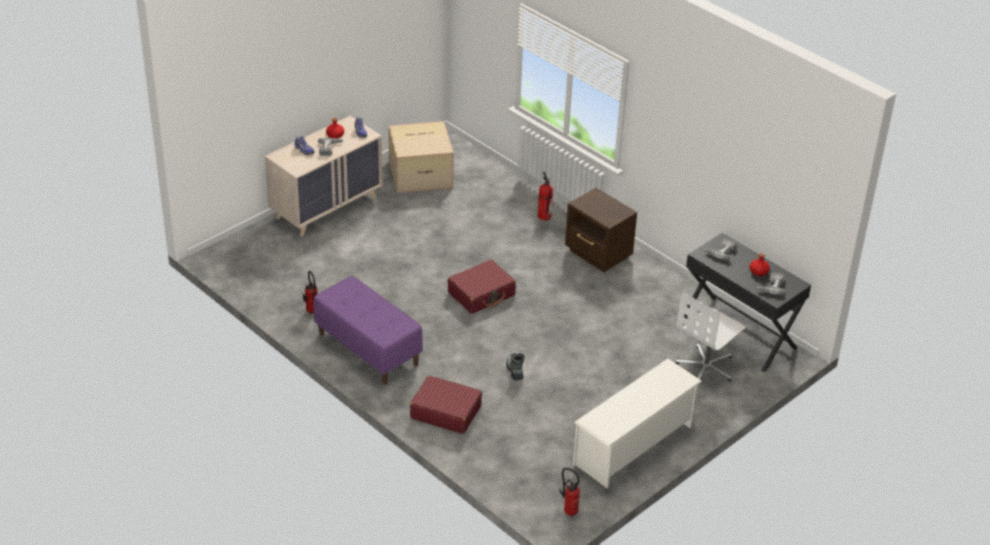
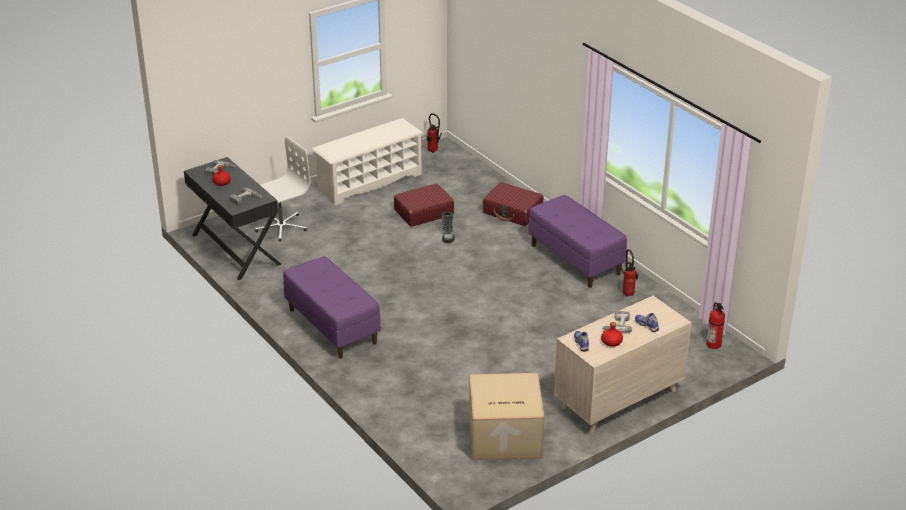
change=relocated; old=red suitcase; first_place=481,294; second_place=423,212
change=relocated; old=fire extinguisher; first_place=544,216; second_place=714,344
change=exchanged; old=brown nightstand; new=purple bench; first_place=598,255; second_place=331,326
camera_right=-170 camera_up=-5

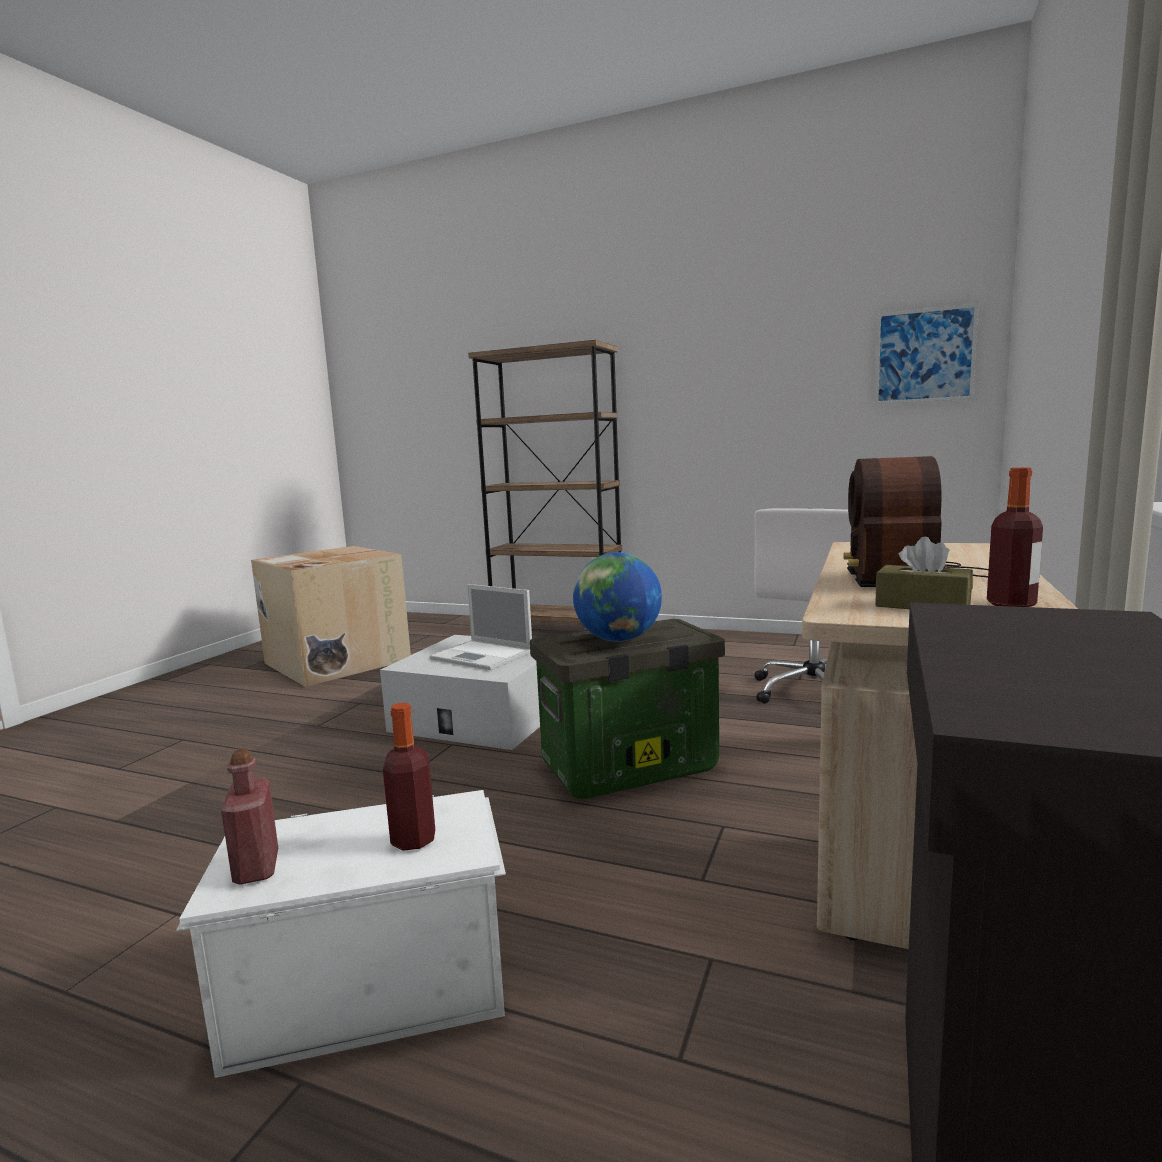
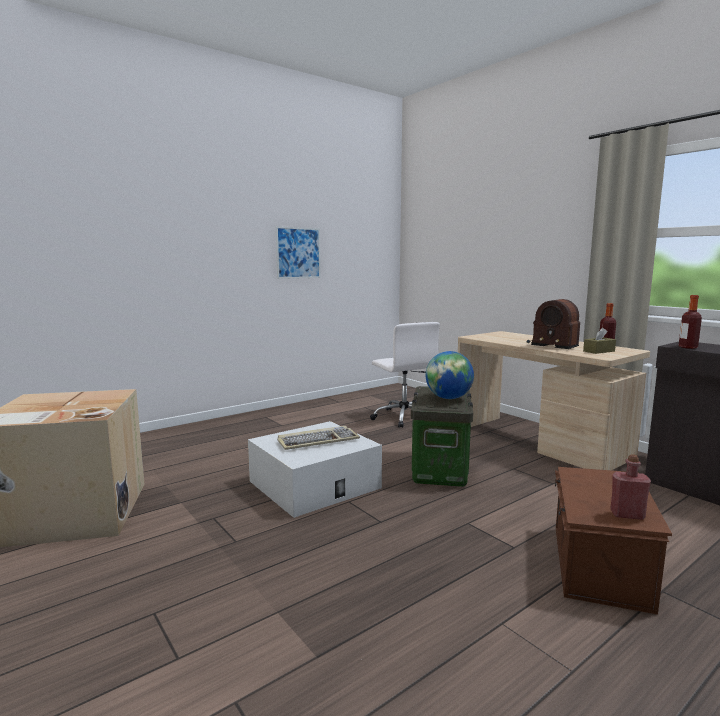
change=missing; old=brown bookcase; first_place=557,630
change=relocated; old=bottle; first_place=413,840; second_place=687,347
change=relocated; old=picture; first_place=924,355; second_place=298,253
change=exchanged; old=laptop; new=keyboard; first_place=483,656; second_place=318,440
change=colour; old=white storage box; new=brown storage box; first_place=369,982; second_place=597,566
camera_right=-60 camera_up=0

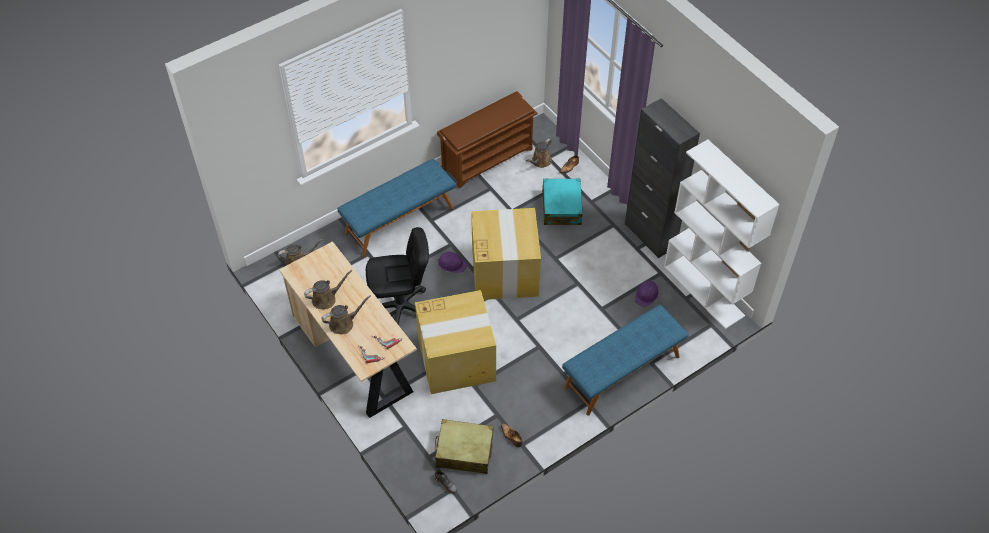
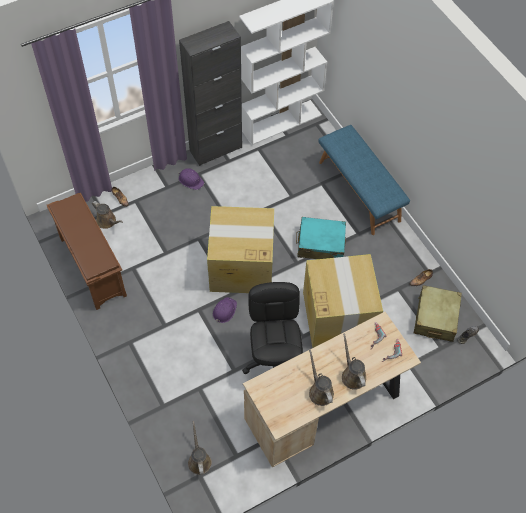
change=missing; old=blue bench; first_place=399,220
change=relocated; old=turquoise suitcase; first_place=561,207; second_place=320,244
change=relocated; old=purple hard hat; first_place=646,294; second_place=191,180
camera_right=-85 camera_up=5

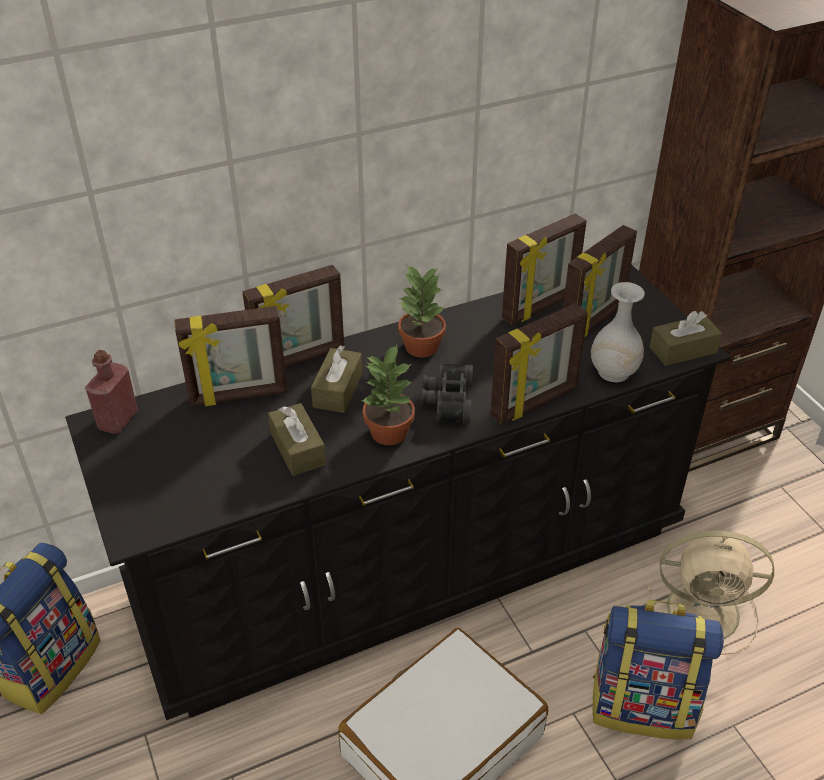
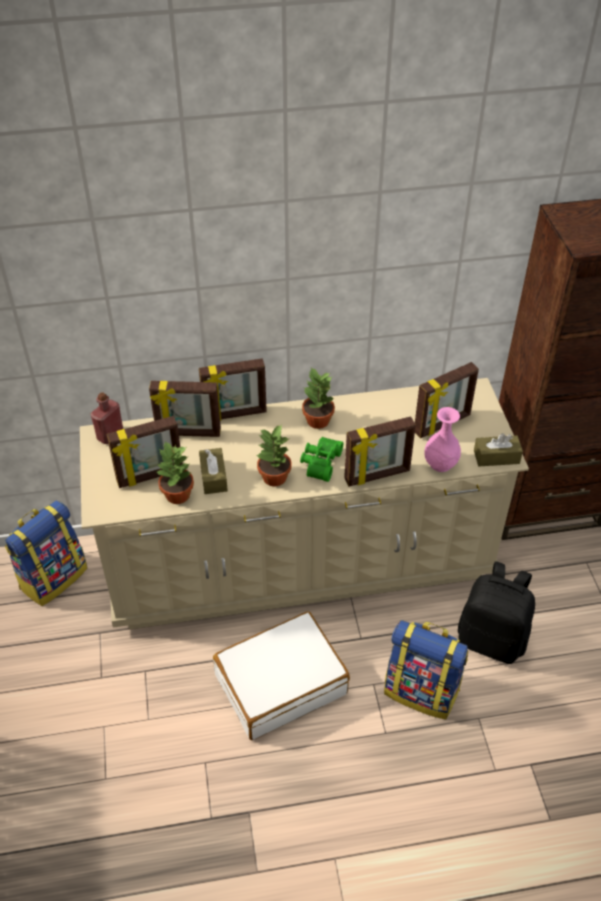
change=missing; old=brown tissue box; first_place=338,390
change=appeared; new=potted plant; second_place=178,495
change=relocated; old=picture frame; first_place=540,307; second_place=150,476
change=exchanged; old=beige fan; new=black backpack; first_place=706,612; second_place=492,639
change=colour; old=black dresser; new=beige dresser; first_place=410,561; second_place=300,559
change=colour; old=black binoculars; new=green binoculars; first_place=446,401; second_place=319,462
change=colour; old=white vase; new=pink vase; first_place=613,372; second_place=440,464
camera_right=15 camera_up=5

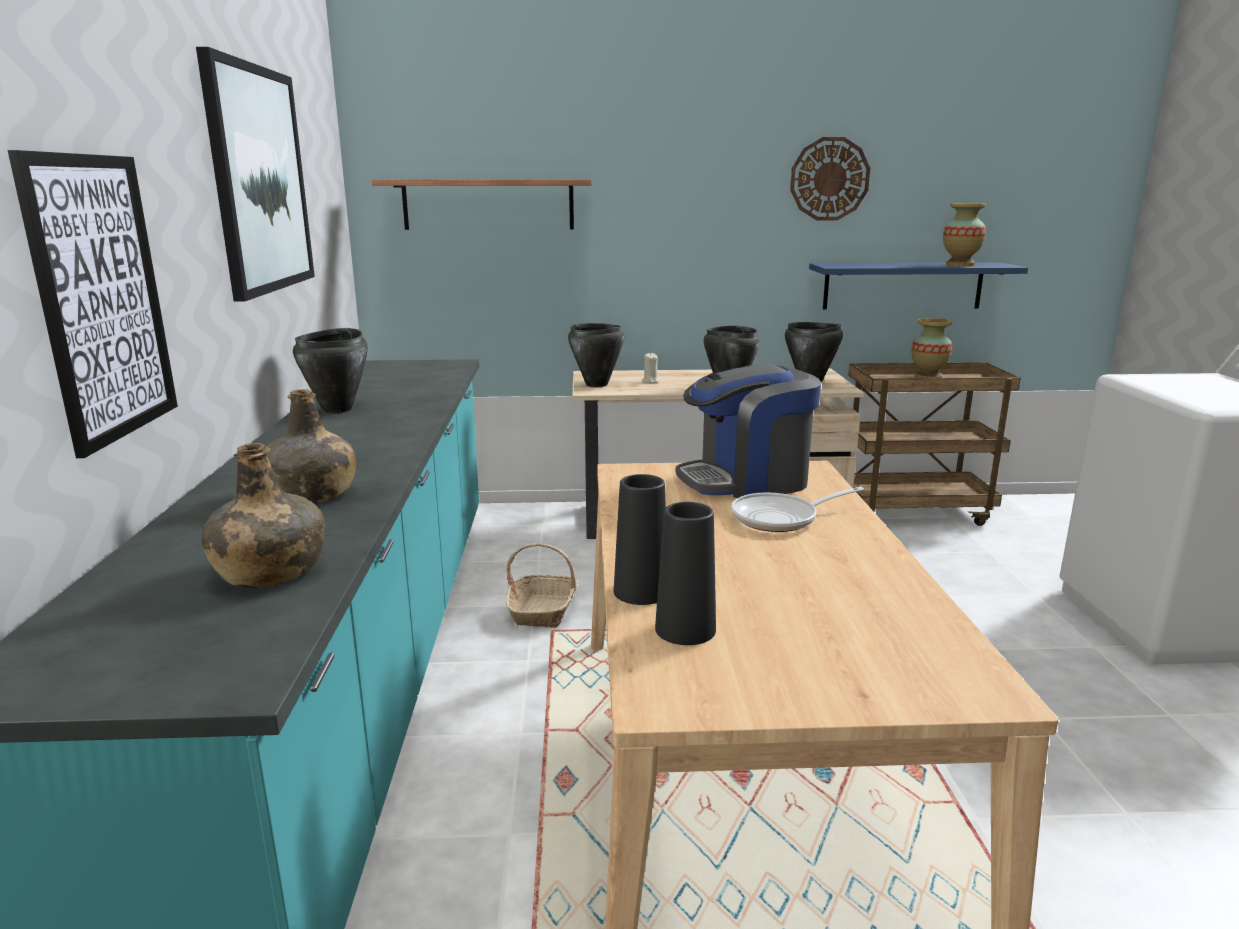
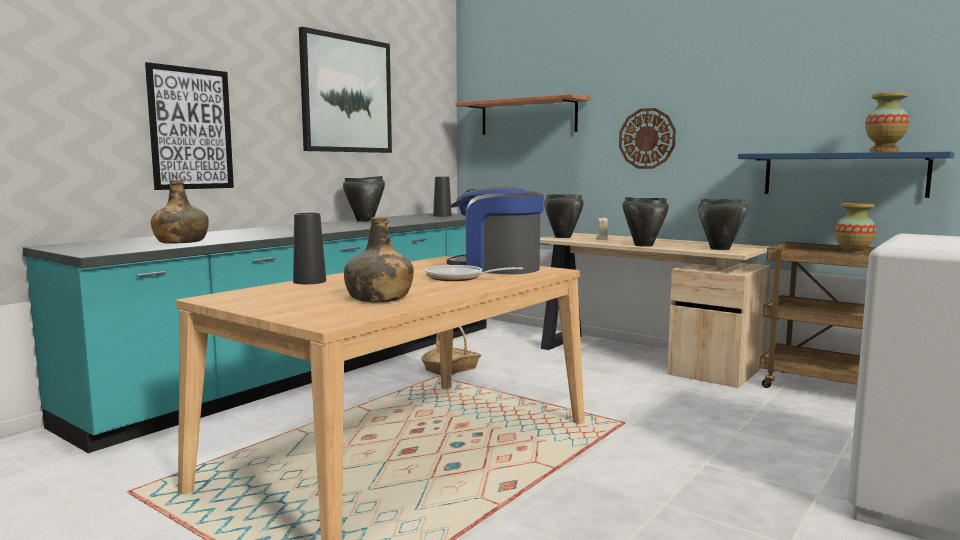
change=relocated; old=green bottle; first_place=312,495; second_place=379,298
change=relocated; old=black vase; first_place=685,629; second_place=442,216
change=relocated; old=wall clock; first_place=829,179; second_place=647,138
camera_right=40 camera_up=-10

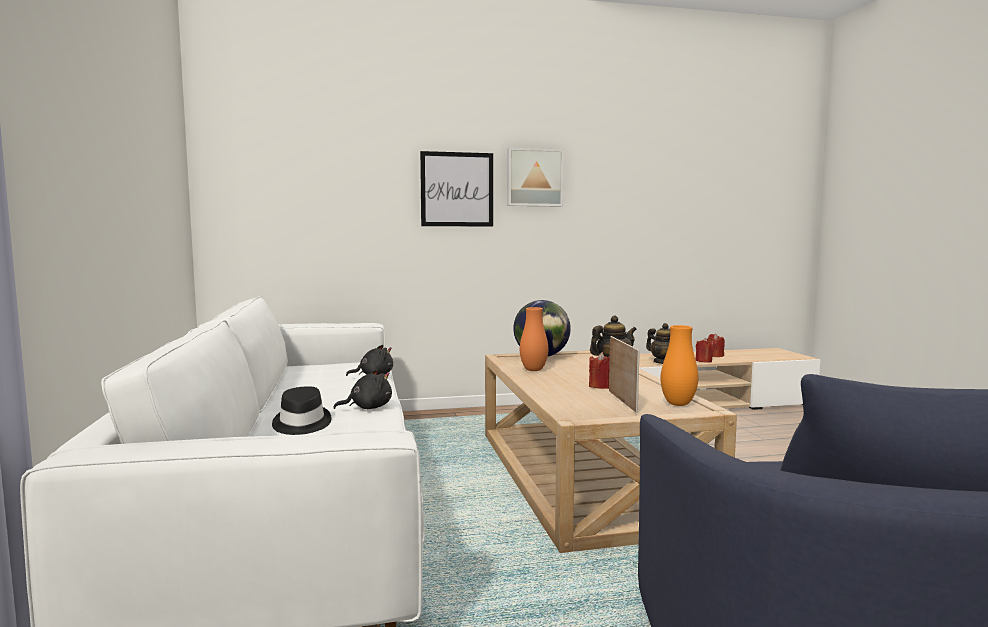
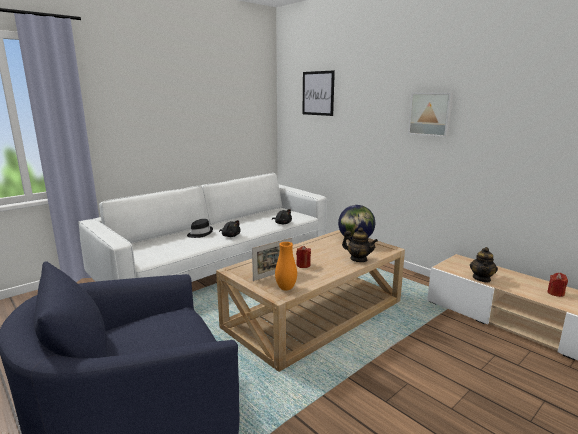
change=missing; old=orange vase; first_place=533,370
change=missing; old=red candle; first_place=703,361
change=relocated; old=picture; first_place=457,189; second_place=318,93
camera_right=60 camera_up=10

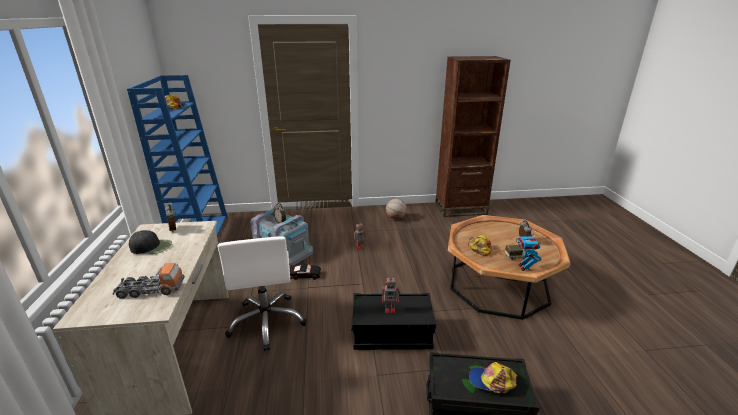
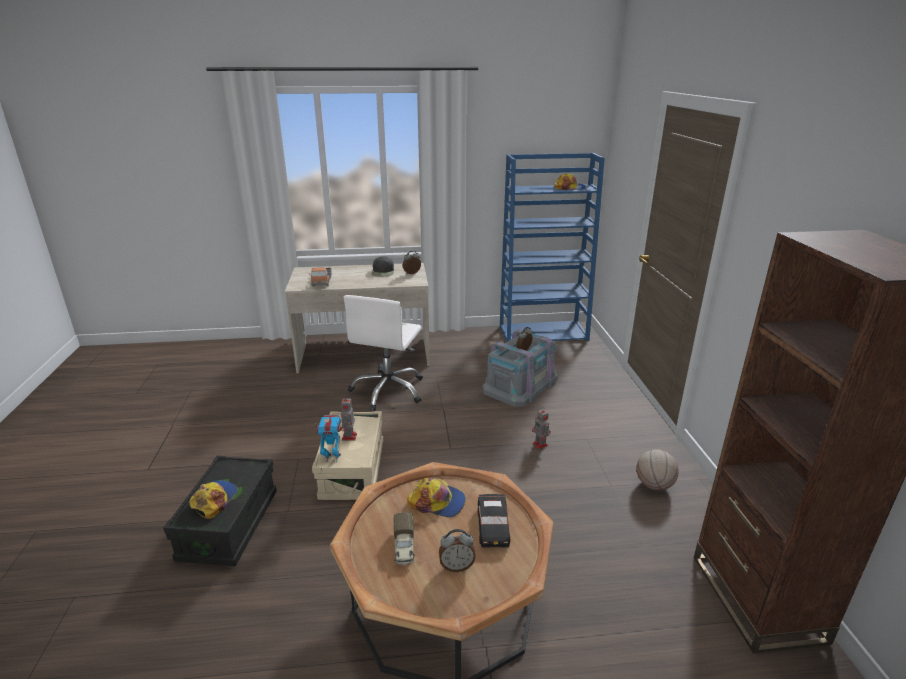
change=relocated; old=black toy car; first_place=305,275; second_place=493,527
change=relocated; old=toy robot; first_place=524,267; second_place=332,458
change=colour; old=black storage box; new=beige storage box; first_place=392,334; second_place=352,470
change=spun; old=white office chair; first_place=267,322; second_place=388,390; degrees=-60
camera_right=90 camera_up=0

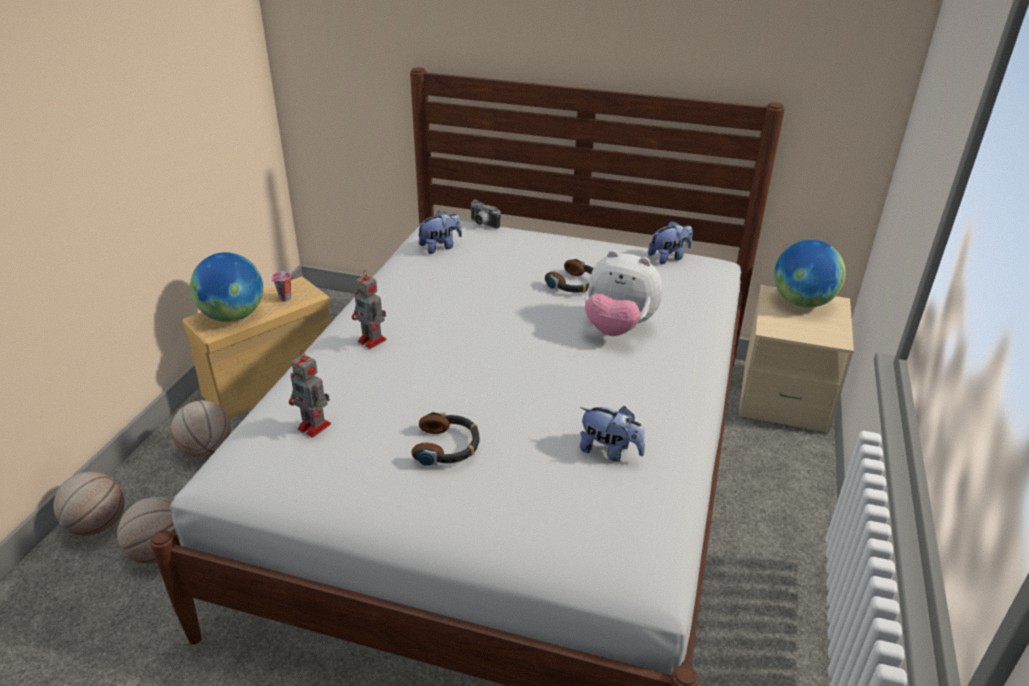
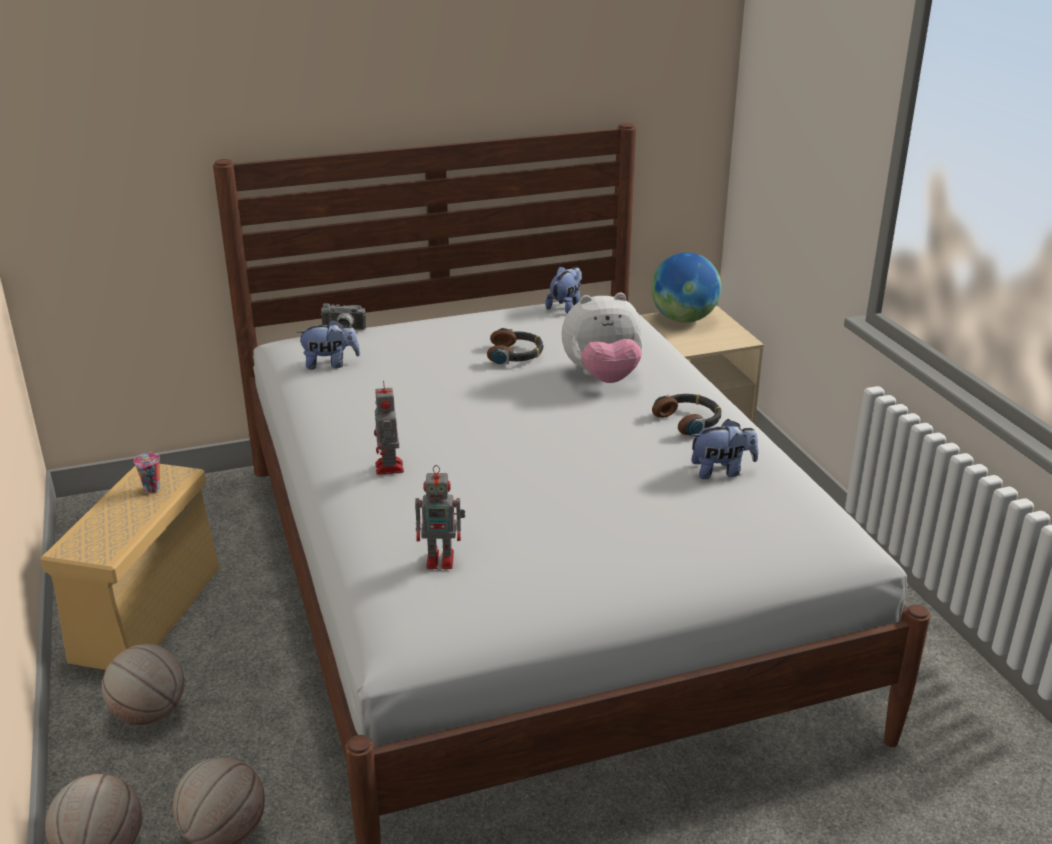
change=missing; old=globe; first_place=232,316
change=relocated; old=headphones; first_place=447,446; second_place=689,420
change=spun; old=toy robot; first_place=373,341; second_place=389,468; degrees=75
change=spun; old=plush toy; first_place=440,247; second_place=330,364; degrees=60
camera_right=-35 camera_up=-5

